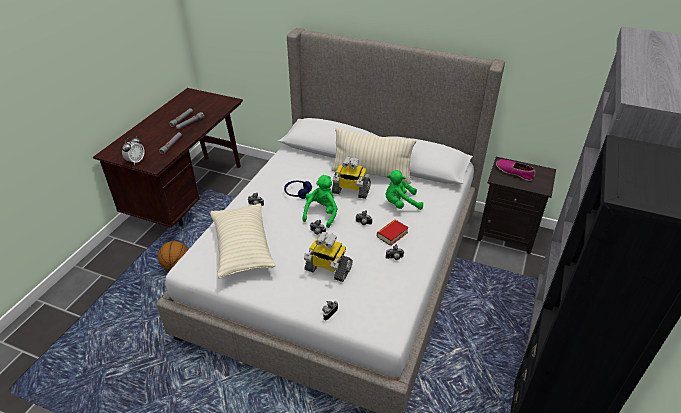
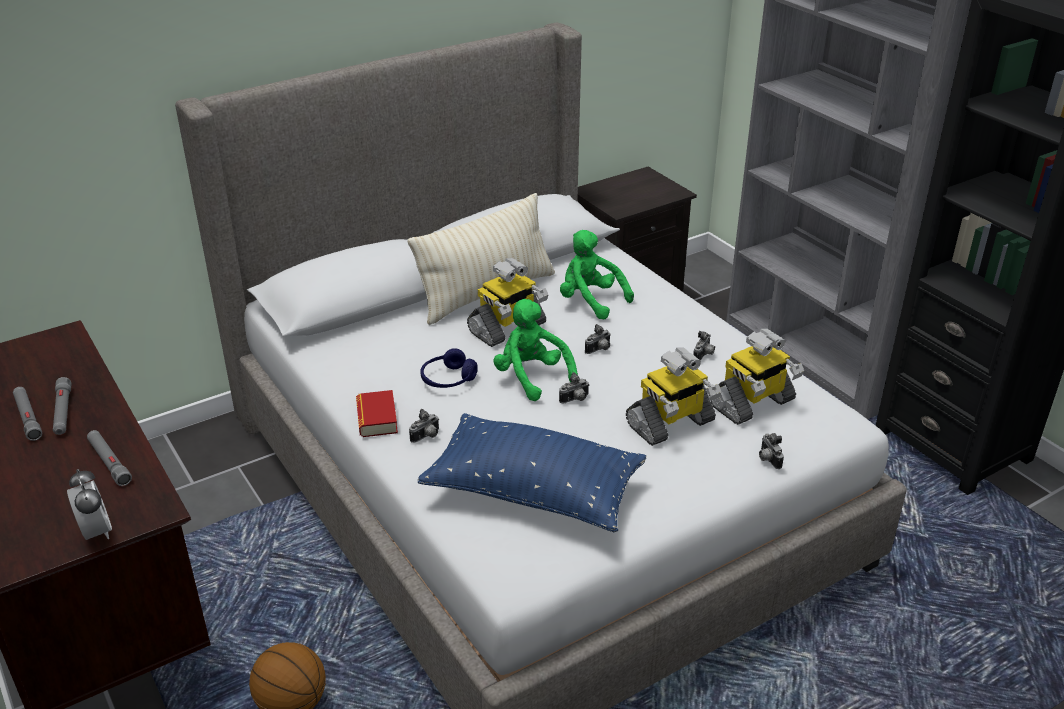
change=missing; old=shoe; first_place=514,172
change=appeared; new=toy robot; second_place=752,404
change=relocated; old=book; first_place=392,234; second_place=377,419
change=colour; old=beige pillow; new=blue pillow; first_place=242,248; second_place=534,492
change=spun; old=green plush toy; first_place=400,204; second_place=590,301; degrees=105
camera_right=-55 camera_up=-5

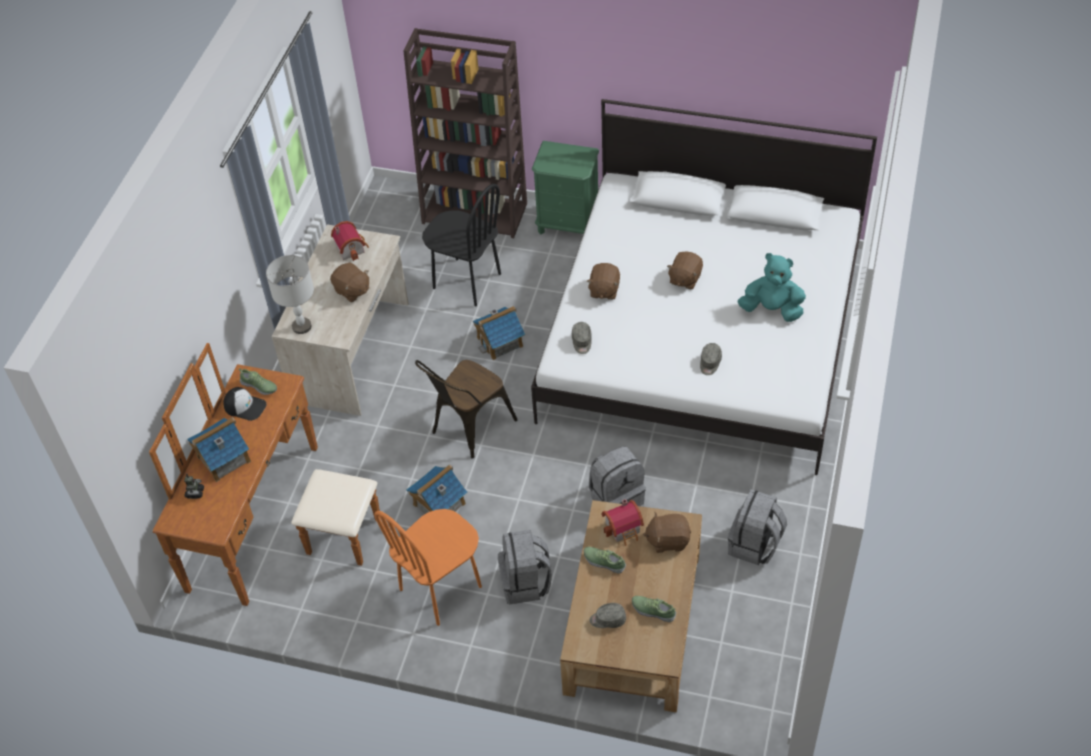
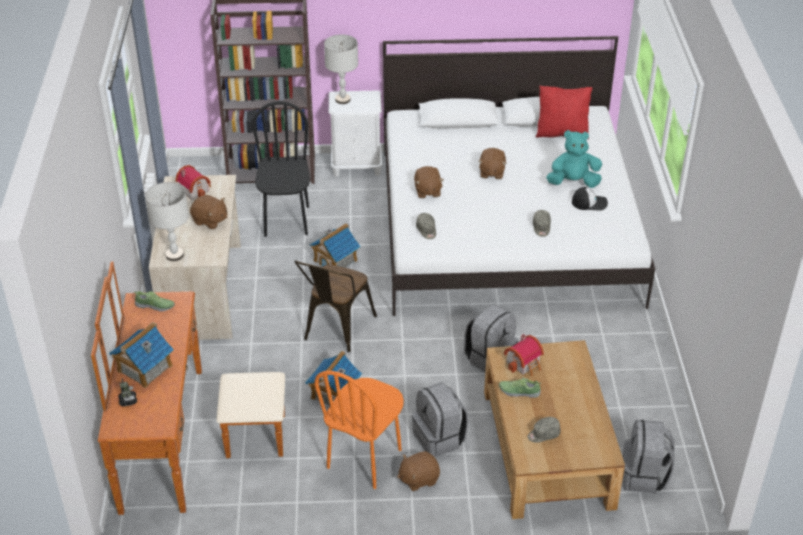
change=missing; old=shoe; first_place=653,610
change=appeared; new=grey table lamp; second_place=343,100
change=appeared; new=red pillow; second_place=561,133
change=relocated; old=cap; first_place=245,406; second_place=589,202
change=relocated; old=brown plush toy; first_place=668,540; second_place=418,479
change=relocated; old=grey backpack; first_place=754,545; second_place=644,476
change=colour; old=green nightstand; new=white nightstand; first_place=568,224; second_place=357,166
change=spun; old=black chair; first_place=466,281; second_place=286,221; degrees=-105
camera_right=-20 camera_up=-10

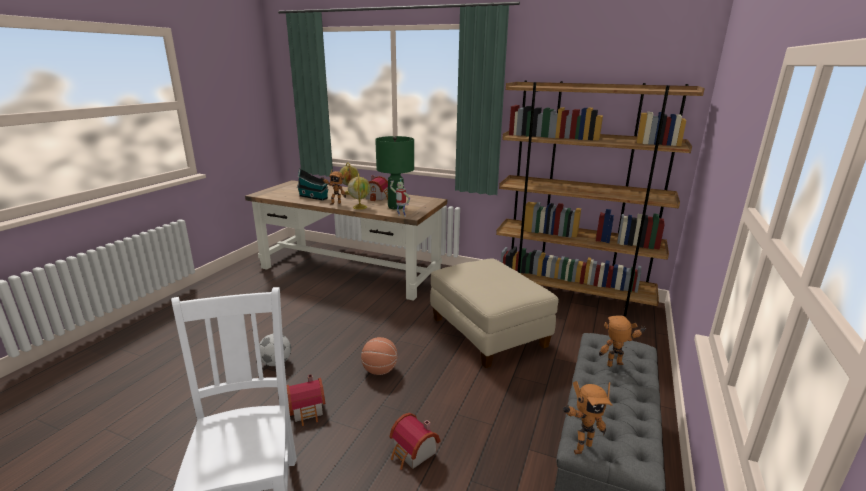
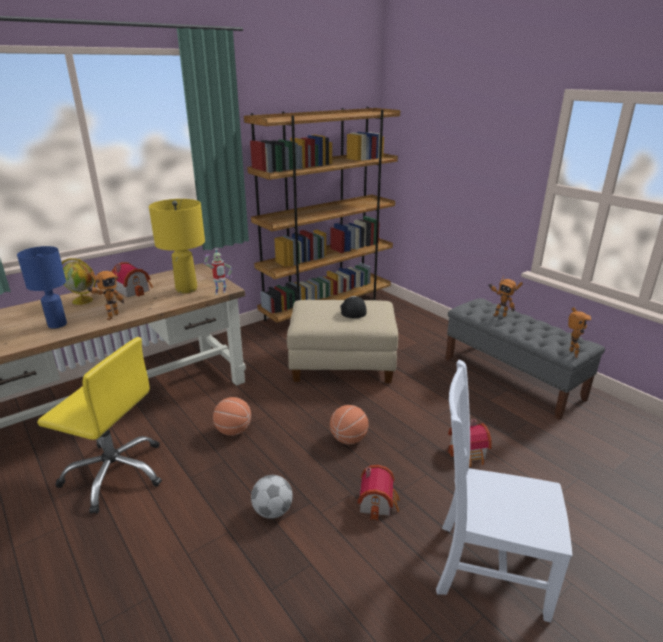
change=missing; old=globe; first_place=359,207
change=appeared; new=yellow office chair; second_place=115,473
change=appeared; new=basketball; second_place=233,430
change=appeared; new=cap; second_place=352,310
change=exchanged; old=toy house; new=blue table lamp; first_place=314,197; second_place=57,325
change=colour; old=green table lamp; new=yellow table lamp; first_place=395,207; second_place=186,289
change=spun; old=toy robot; first_place=616,366; second_place=499,315; degrees=-90
camera_right=-60 camera_up=5

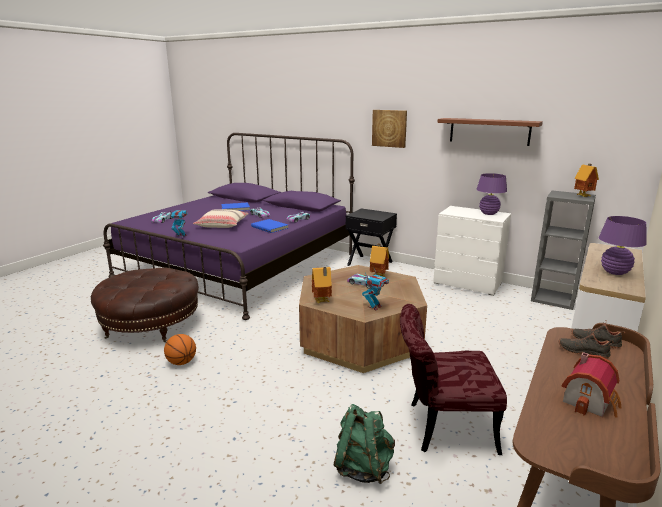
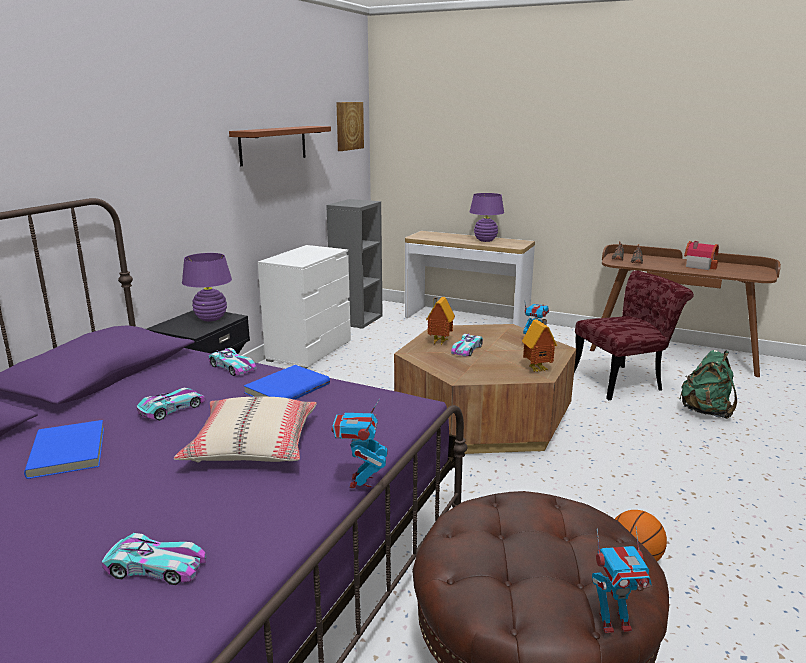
change=missing; old=toy house; first_place=583,196
change=appeared; new=toy robot; second_place=614,622
change=relocated; old=picture; first_place=389,128; second_place=348,126
change=relocated; old=purple table lamp; first_place=489,213; second_place=211,318
change=spun; old=red chair; first_place=441,427; second_place=623,381; degrees=-105
camera_right=-95 camera_up=0

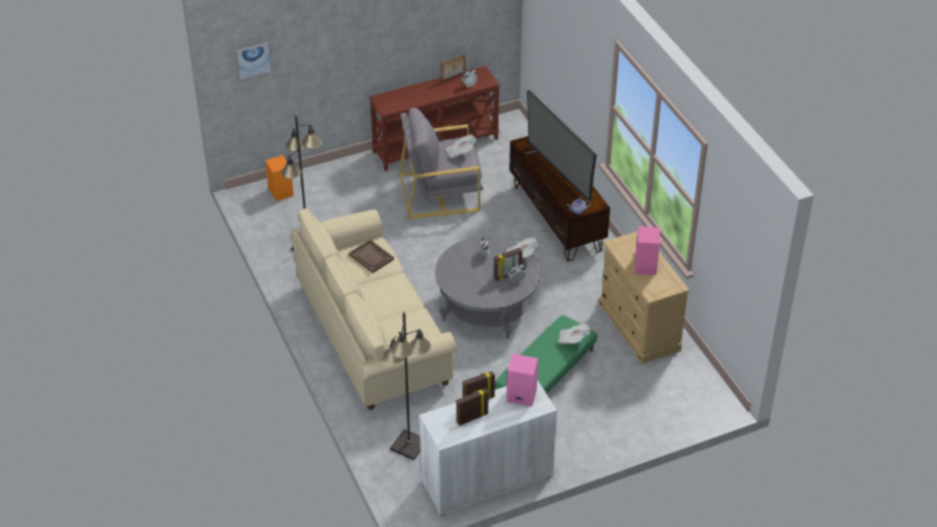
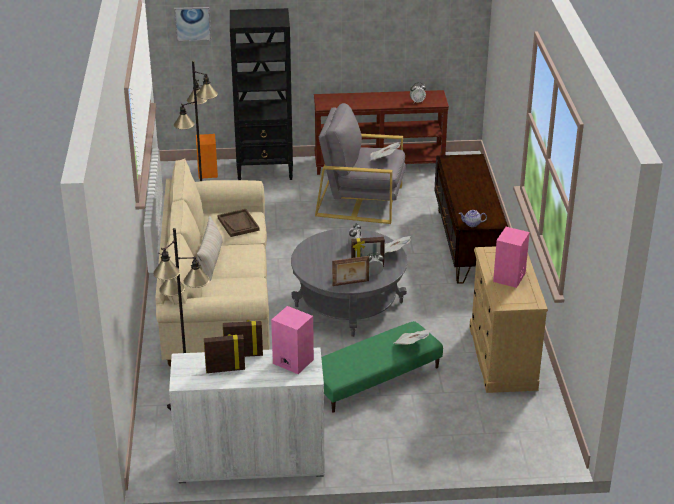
change=missing; old=television; first_place=559,173
change=appeared; new=beige pillow; second_place=211,261
change=appeared; new=black bookcase; second_place=265,170
change=relocated; old=picture frame; first_place=453,77; second_place=350,283
camera_right=20 camera_up=-10

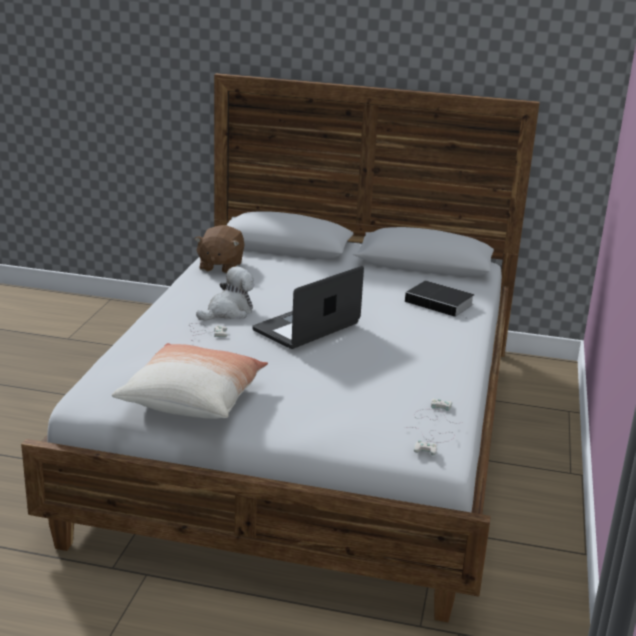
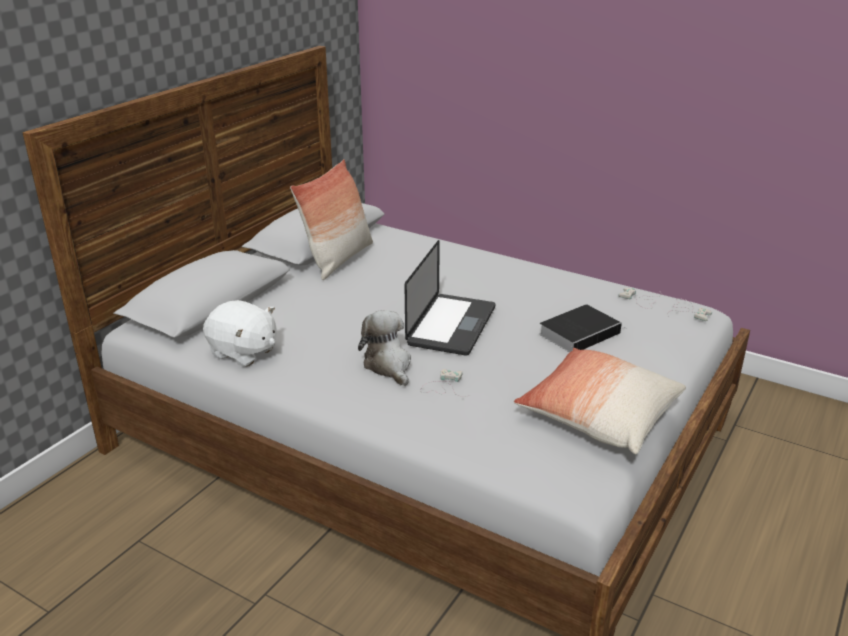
change=appeared; new=pillow; second_place=338,259
change=relocated; old=book; first_place=441,303; second_place=580,332
change=colour; old=brown plush toy; new=white plush toy; first_place=220,266; second_place=243,352
change=spun; old=laptop; first_place=306,327; second_place=451,326; degrees=-135
camera_right=-70 camera_up=5

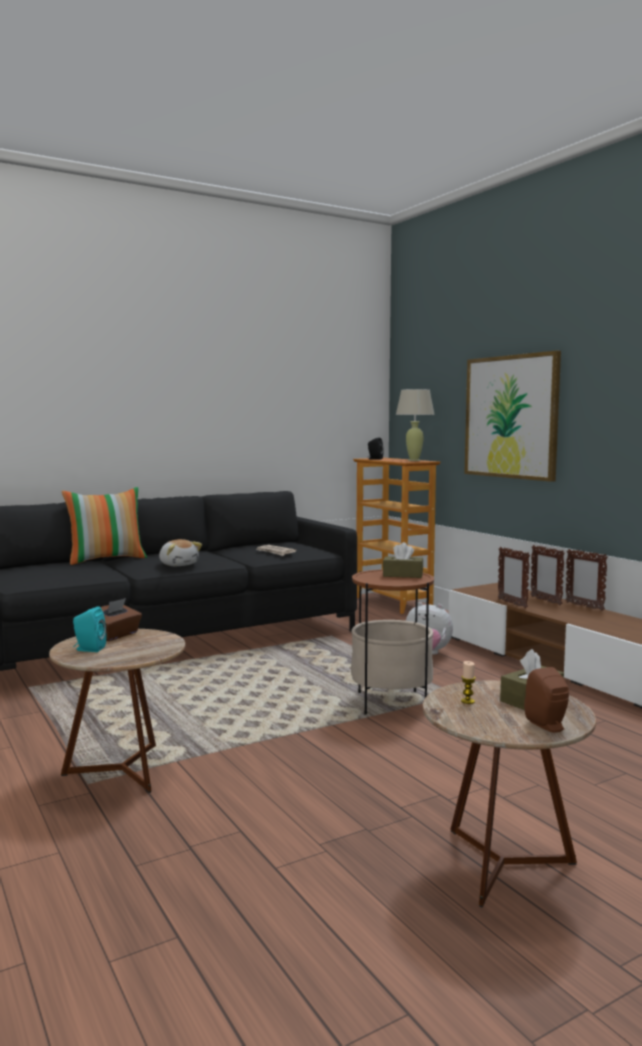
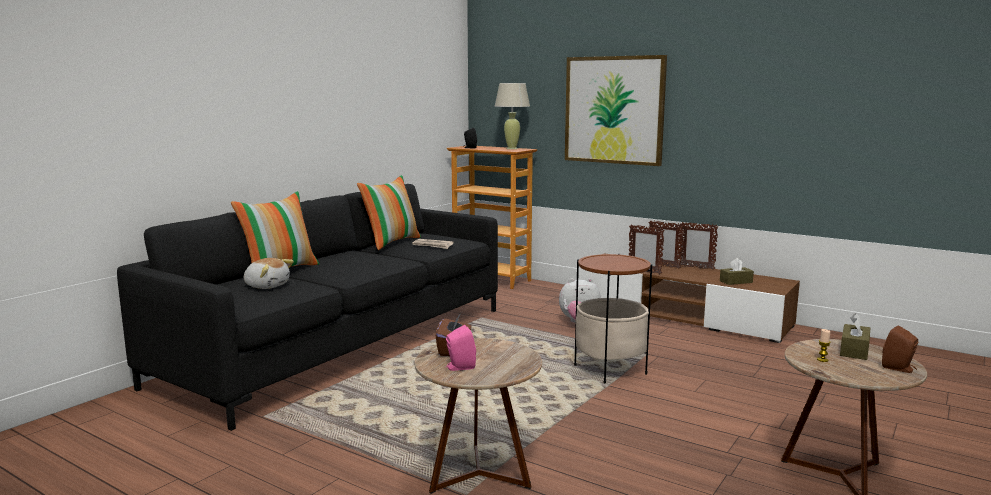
change=appeared; new=pillow; second_place=391,242
change=relocated; old=plush toy; first_place=178,564; second_place=267,286
change=relocated; old=brown tissue box; first_place=403,575; second_place=736,282
change=colour; old=turquoise speaker; new=pink speaker; first_place=88,649; second_place=459,367
camera_right=-25 camera_up=5

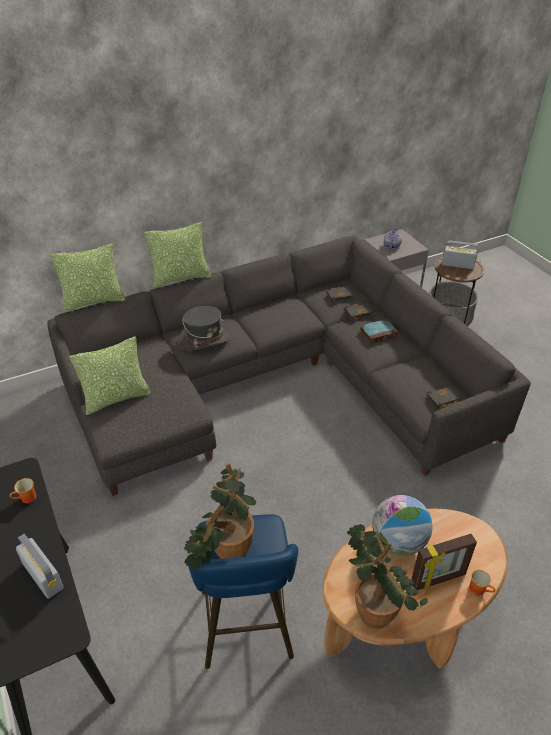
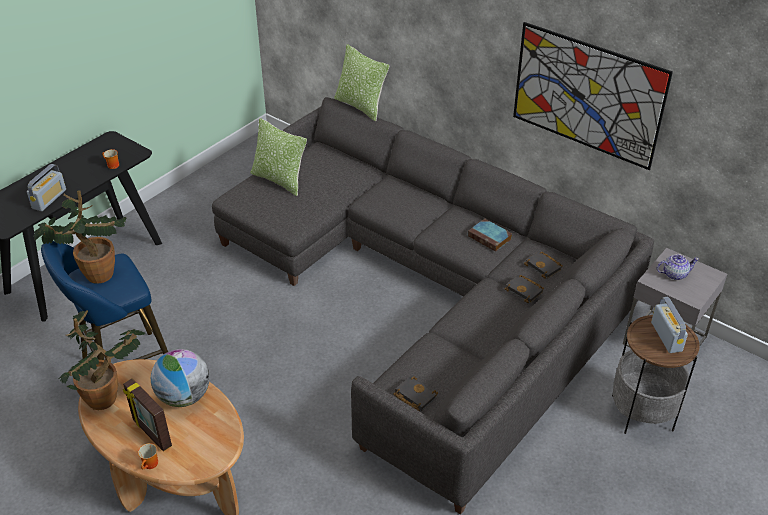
change=missing; old=pillow; first_place=181,278
change=missing; old=grey hat; first_place=204,340
change=appeared; new=picture; second_place=587,95
change=relocated; old=book; first_place=379,333; second_place=490,238
camera_right=65 camera_up=0

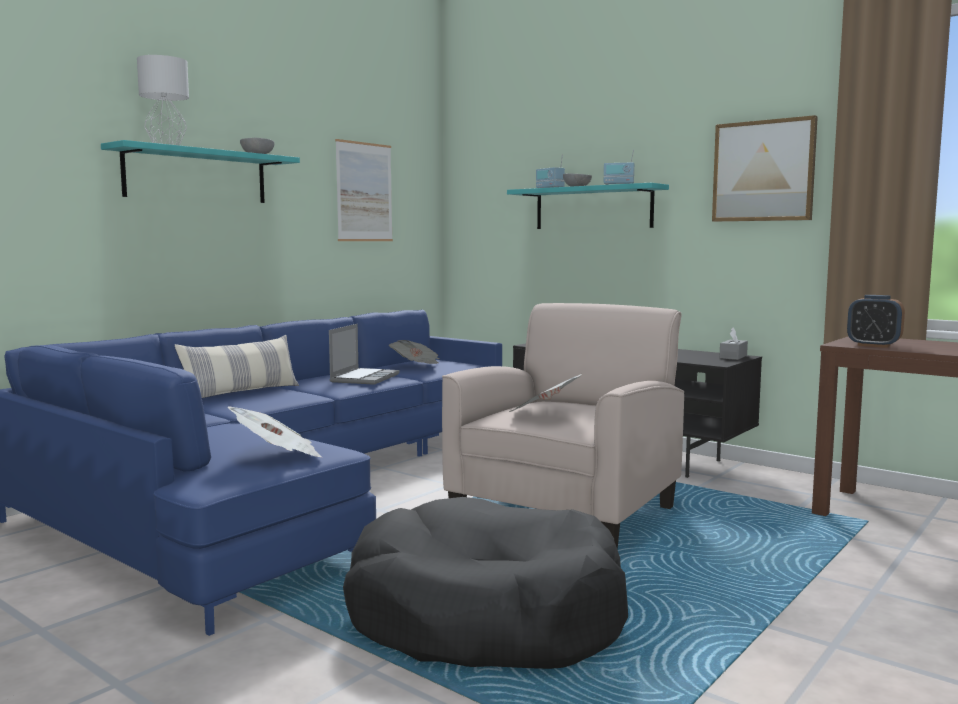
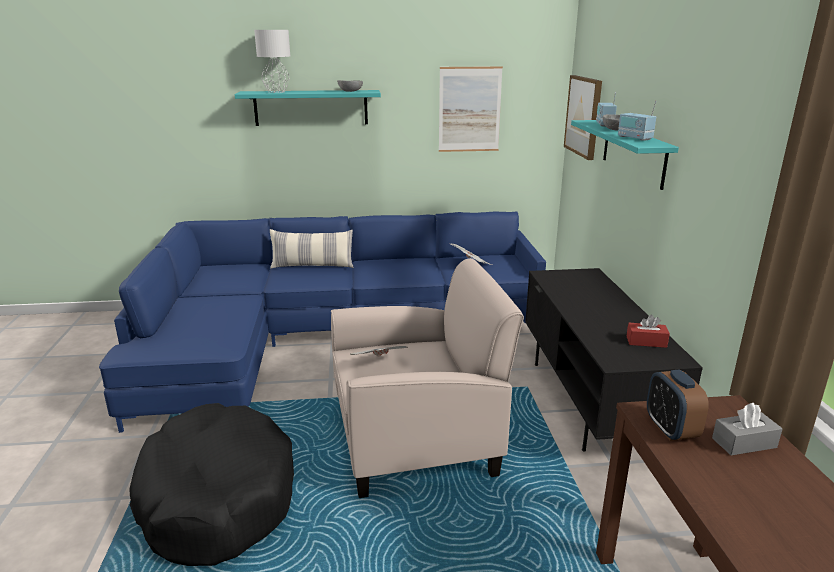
change=missing; old=newspaper; first_place=278,456
change=missing; old=laptop; first_place=364,378
change=appeared; new=red tissue box; second_place=646,342
change=relocated; old=picture; first_place=763,171; second_place=584,116
change=relocated; old=grey tissue box; first_place=733,357; second_place=744,443
camera_right=45 camera_up=15

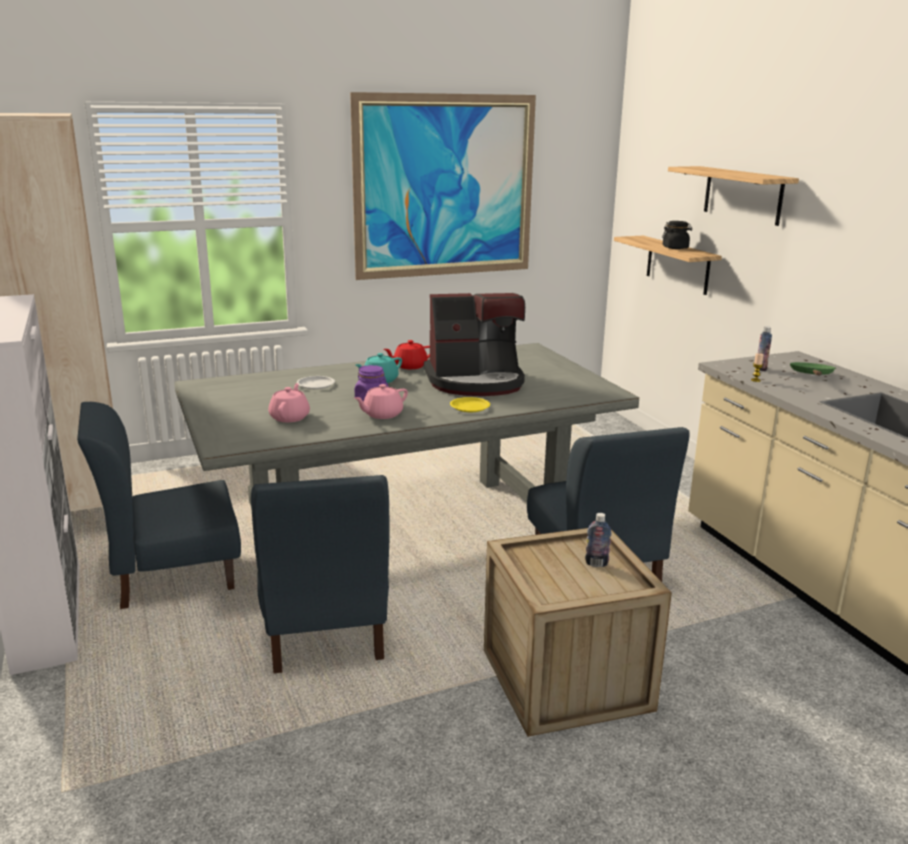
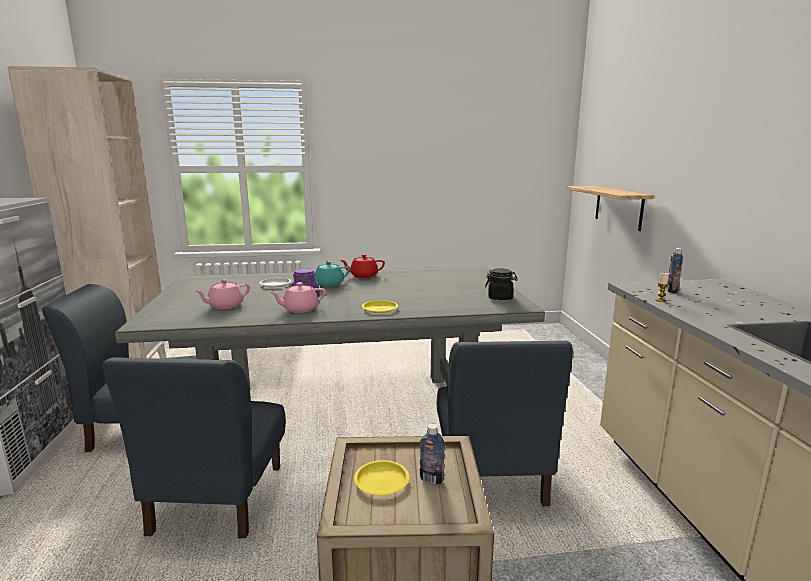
change=missing; old=picture; first_place=445,187
change=missing; old=coffee machine; first_place=475,382
change=missing; old=shelf; first_place=742,195
change=missing; old=green frying pan; first_place=811,375
change=appeared; new=yellow plate; second_place=381,481
change=relocated; old=black jar; first_place=675,248; second_place=500,297
change=spun; old=pink teapot; first_place=290,417; second_place=225,306; degrees=-150
camera_right=15 camera_up=-5

